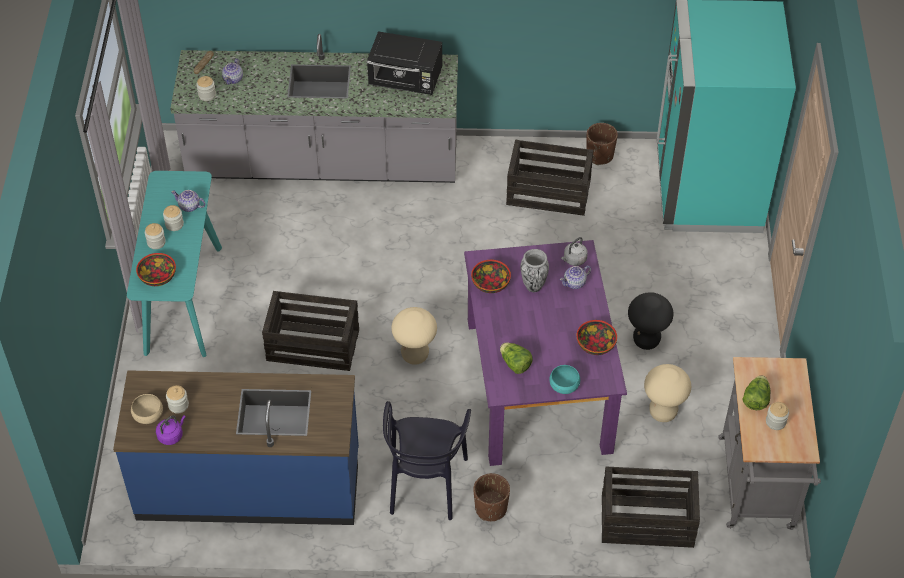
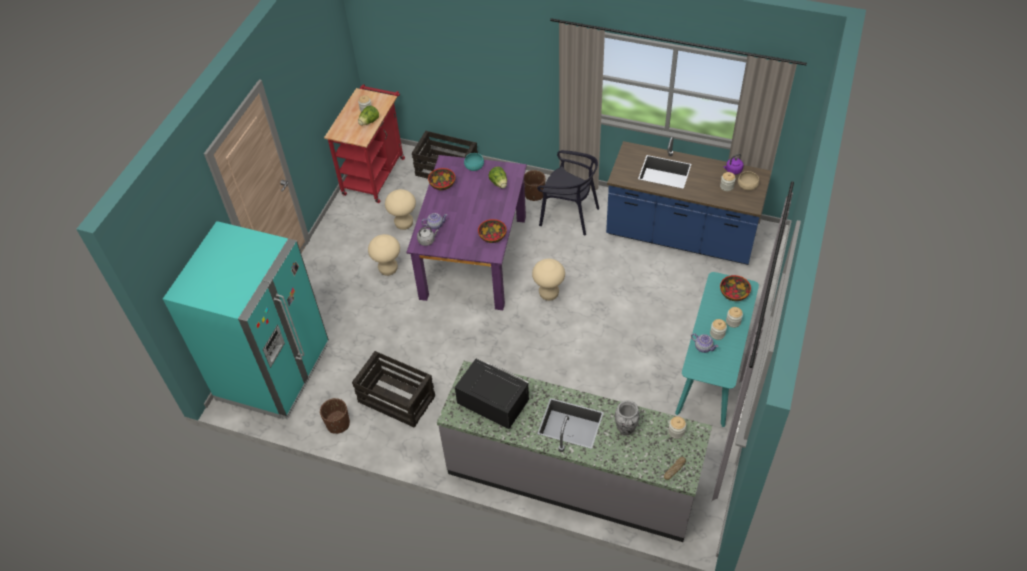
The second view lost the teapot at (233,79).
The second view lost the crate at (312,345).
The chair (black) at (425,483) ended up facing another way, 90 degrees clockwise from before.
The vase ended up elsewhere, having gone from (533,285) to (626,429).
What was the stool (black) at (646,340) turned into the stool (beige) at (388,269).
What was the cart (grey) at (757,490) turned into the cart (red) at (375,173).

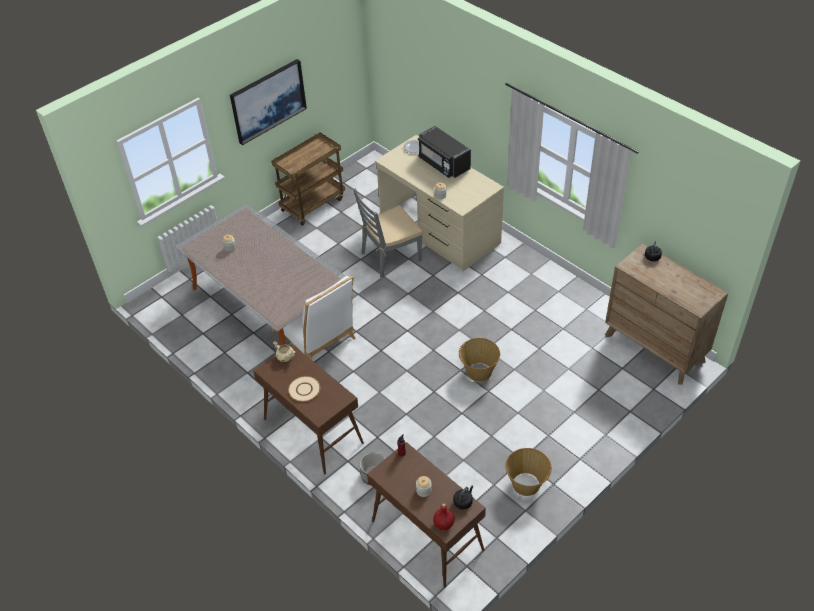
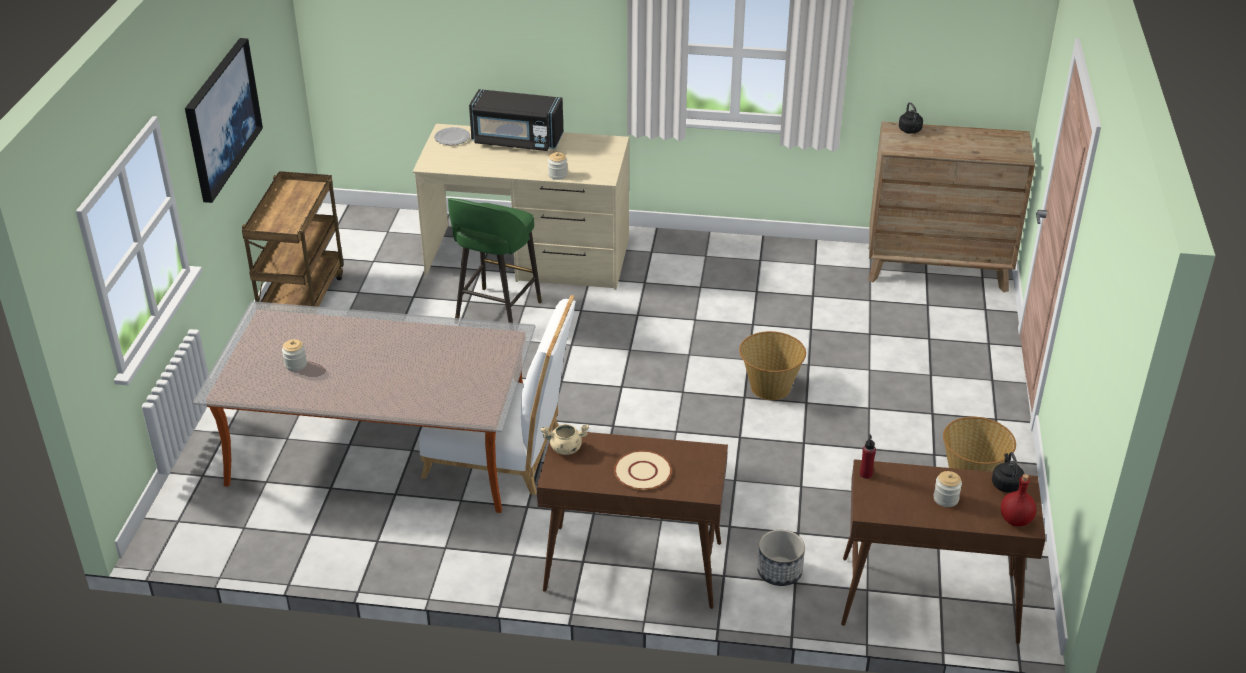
Where the chair (grey) stood at (390,257), the stool (green) came to stand at (496,314).

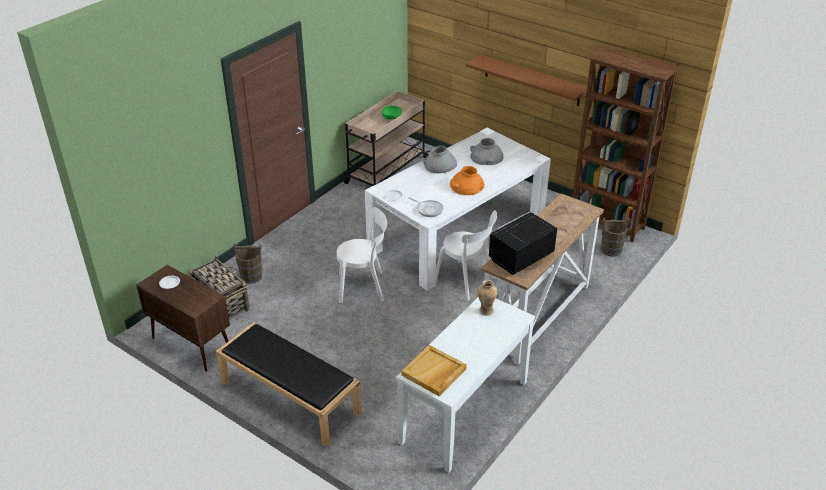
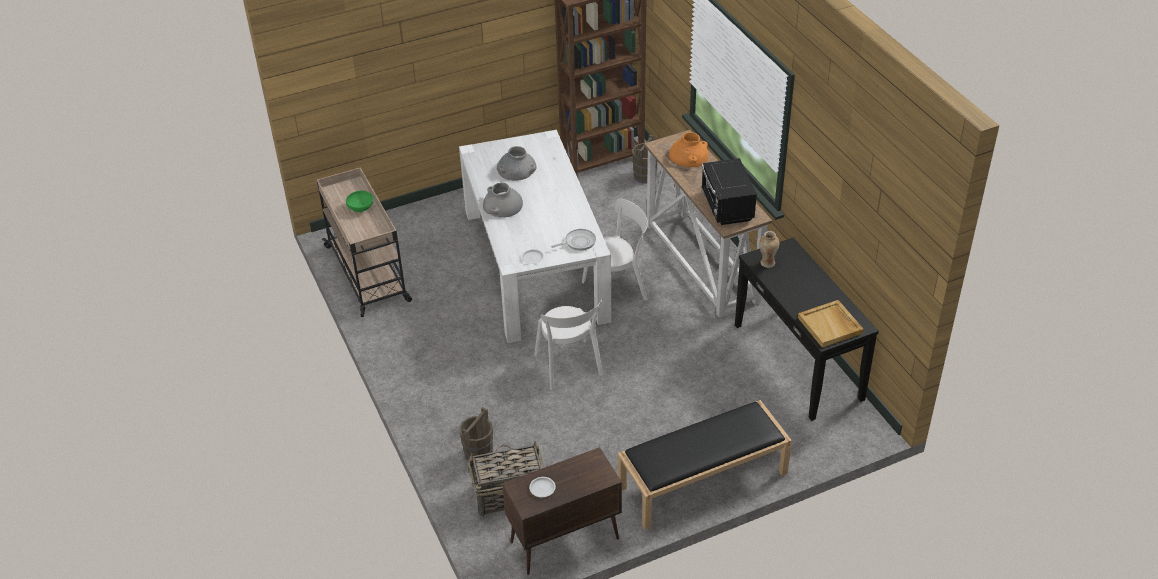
The chair (white) at (364,287) ended up facing another way, 135 degrees clockwise from before.
What was the console table (white) at (465,412) turned into the console table (black) at (798,361).
The vase (orange) ended up elsewhere, having gone from (467,186) to (689,156).
The second view lost the shelf (brown) at (531,80).

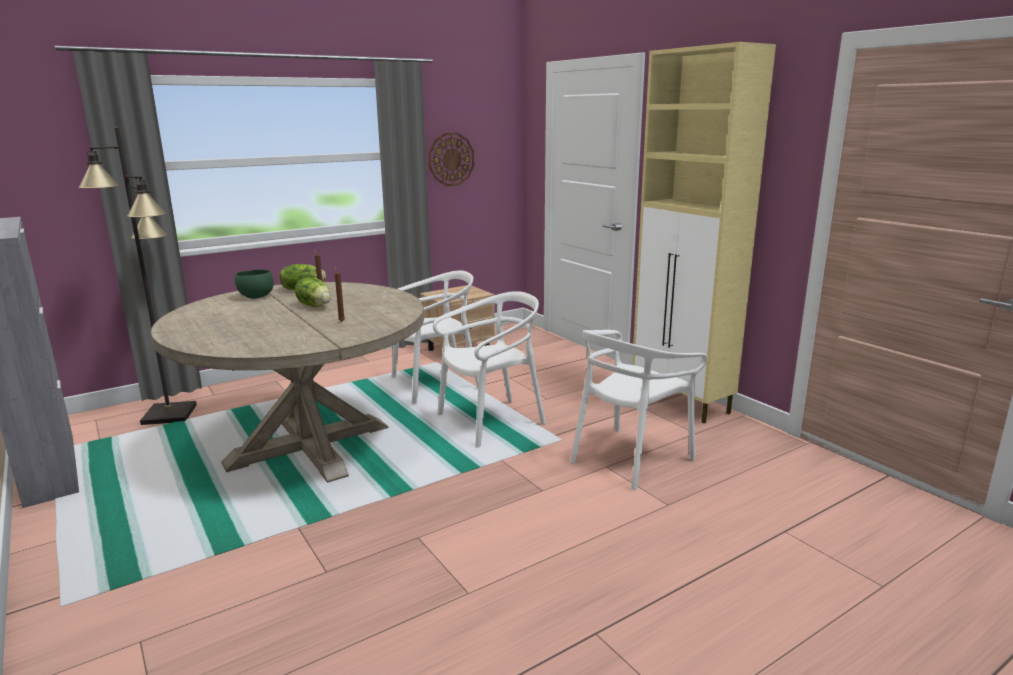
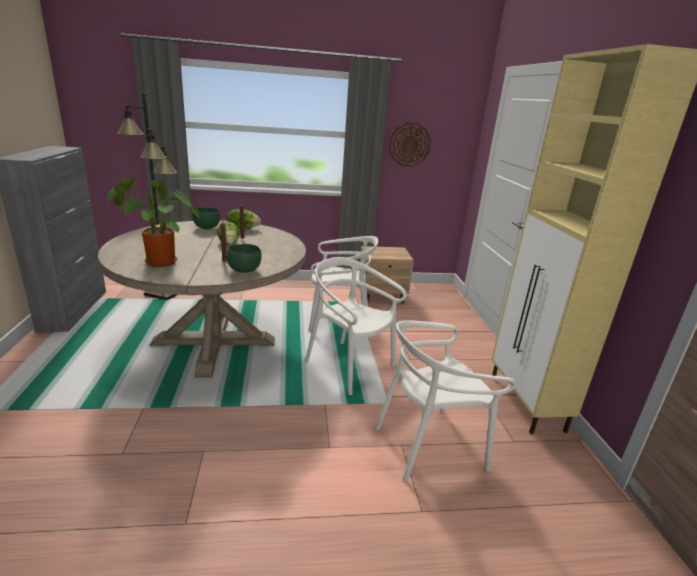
The chair (white) at (491,421) ended up facing another way, 135 degrees counterclockwise from before.
The second view gained the potted plant at (157,262).
The second view gained the bowl (green) at (244,270).

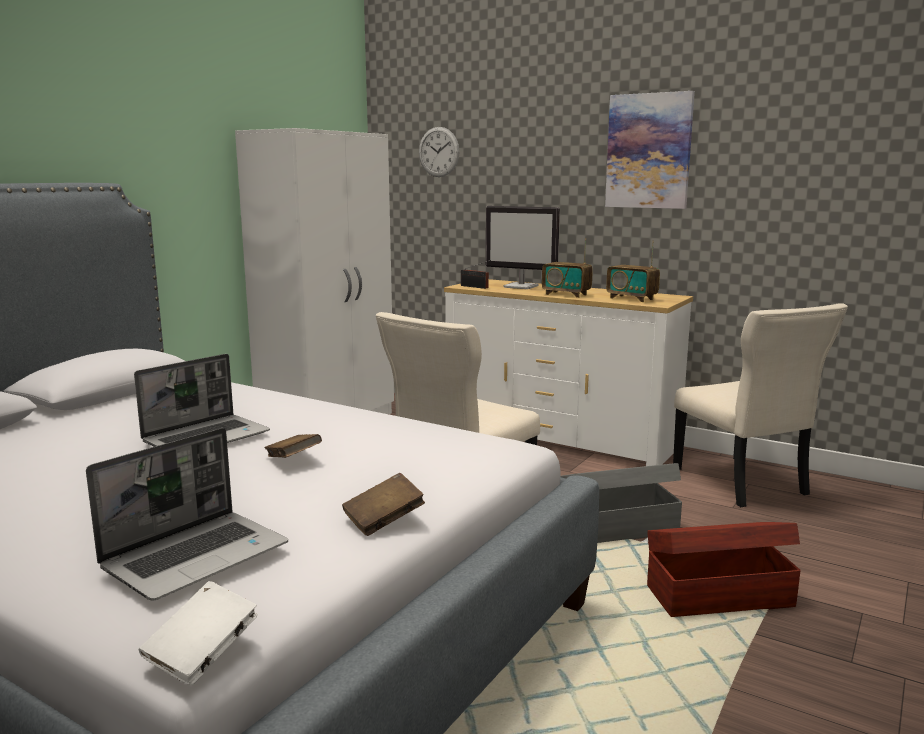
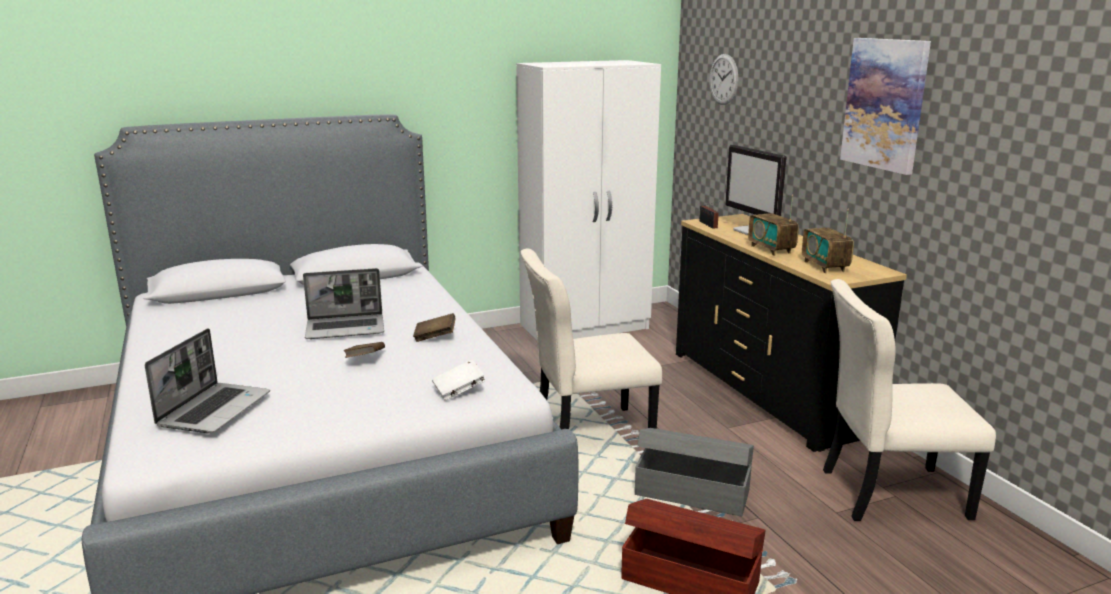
The laptop at (197,556) ended up facing another way, 60 degrees counterclockwise from before.
The book (white) ended up elsewhere, having gone from (202,654) to (458,391).
The book (brown) ended up elsewhere, having gone from (384,521) to (435,337).
What was the dresser (white) at (559,437) turned into the dresser (black) at (768,391).
The chair (beige) at (742,483) ended up facing another way, 75 degrees clockwise from before.

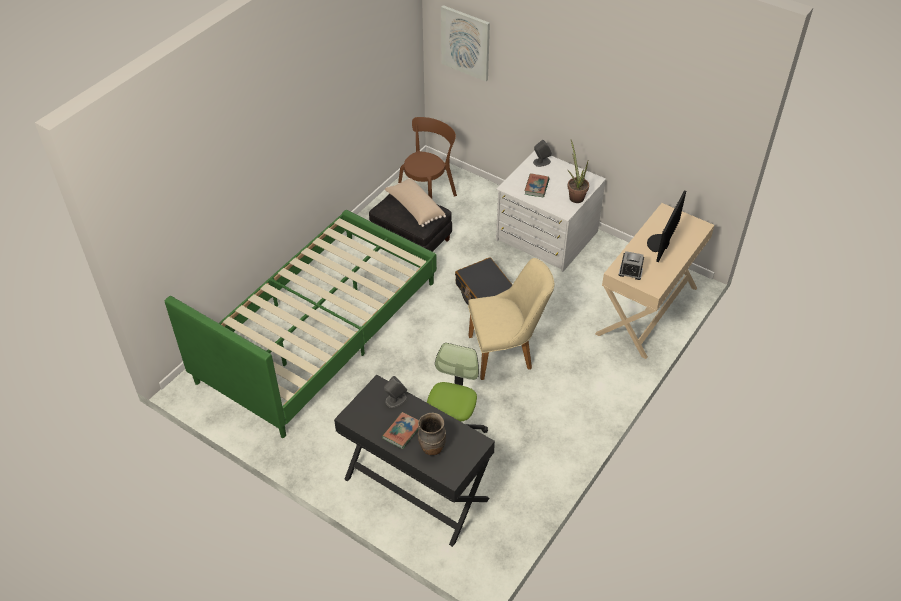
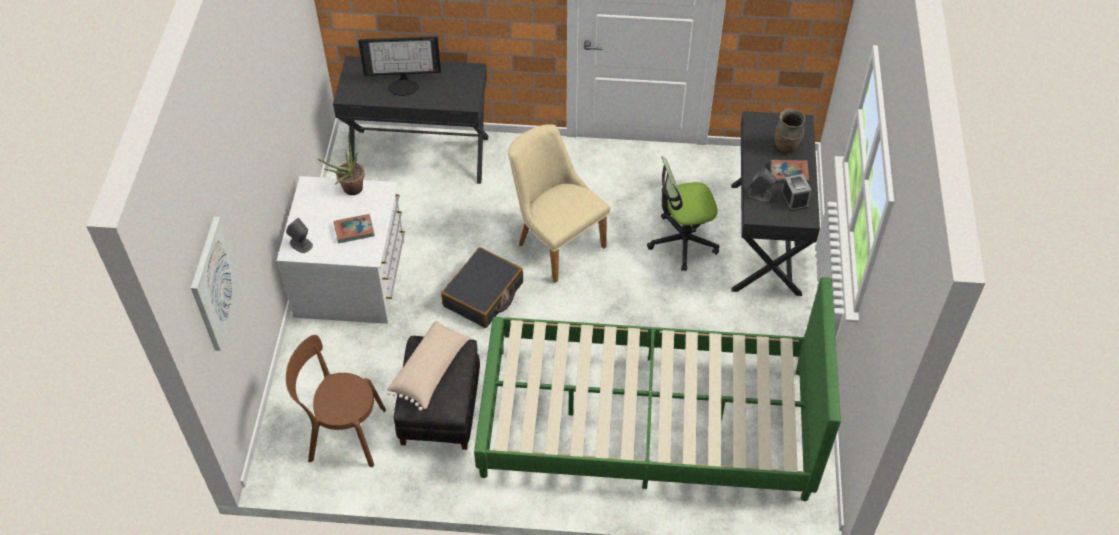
What was the desk (beige) at (647,311) turned into the desk (black) at (420,155).
The alarm clock ended up elsewhere, having gone from (630,272) to (794,199).

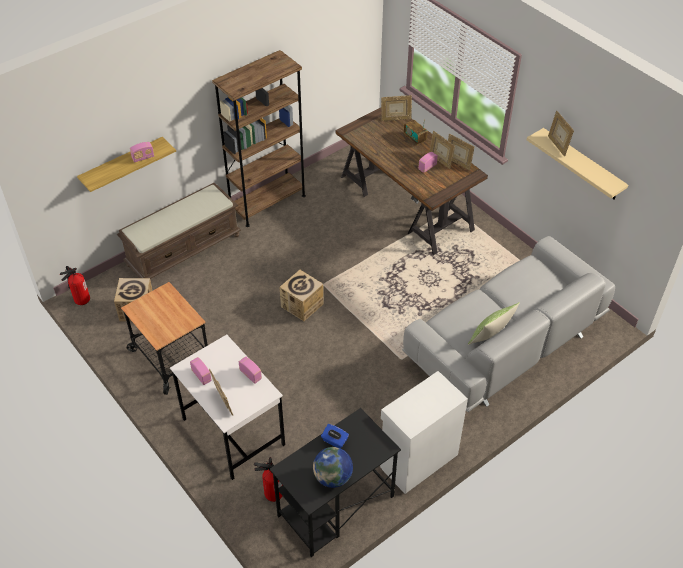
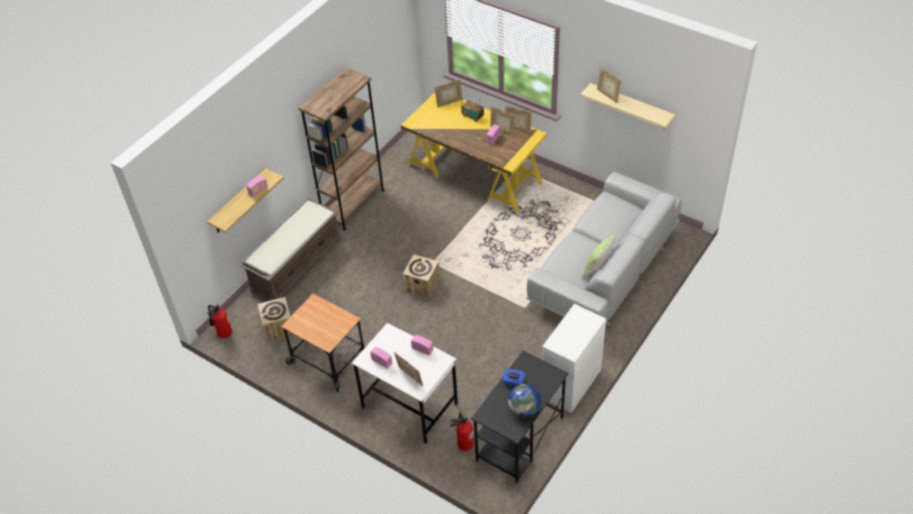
What was the desk (brown) at (406,203) turned into the desk (yellow) at (475,174).

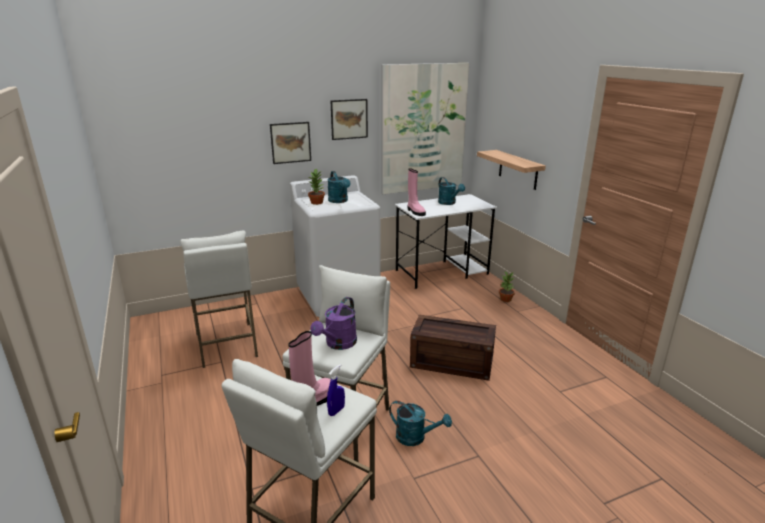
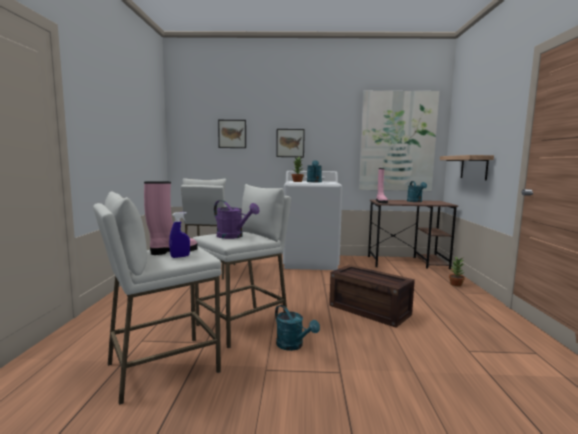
The watering can (purple) at (338,344) ended up facing another way, 105 degrees counterclockwise from before.
The picture ended up elsewhere, having gone from (349,119) to (232,134).
What was the desk (white) at (442,272) turned into the desk (brown) at (407,262).

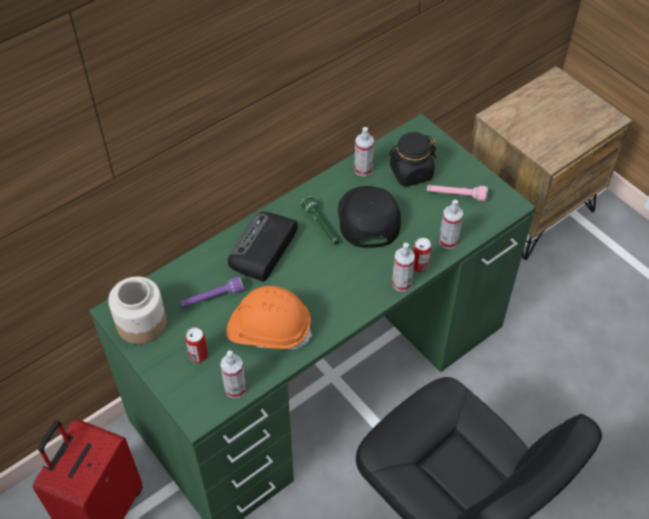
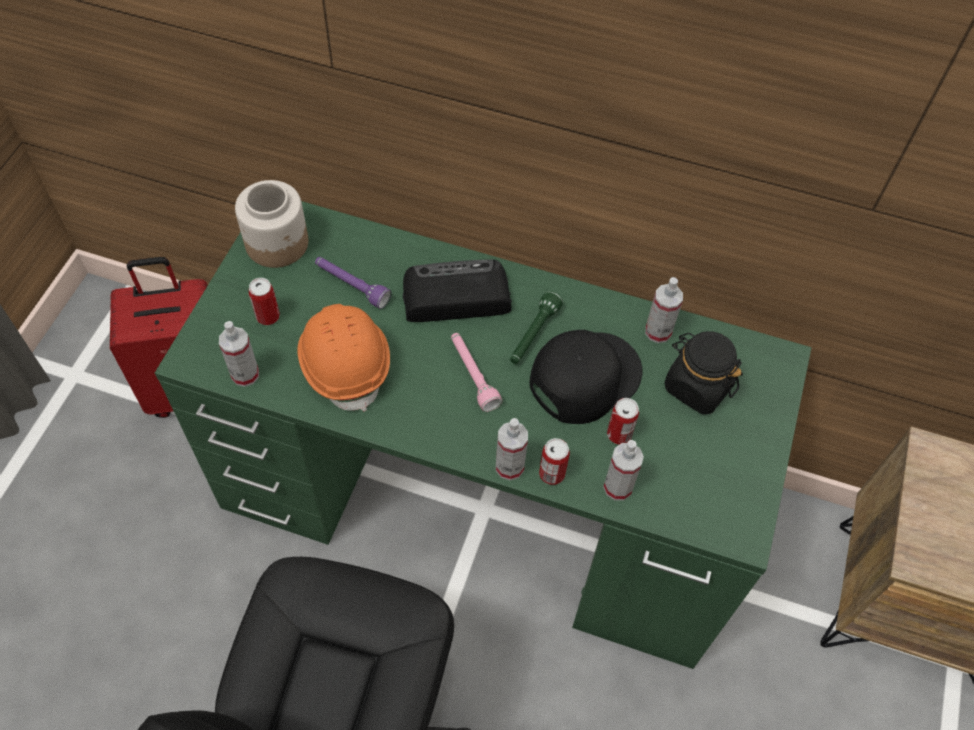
The flashlight (pink) ended up elsewhere, having gone from (456,195) to (473,375).
The second view gained the can at (619,434).

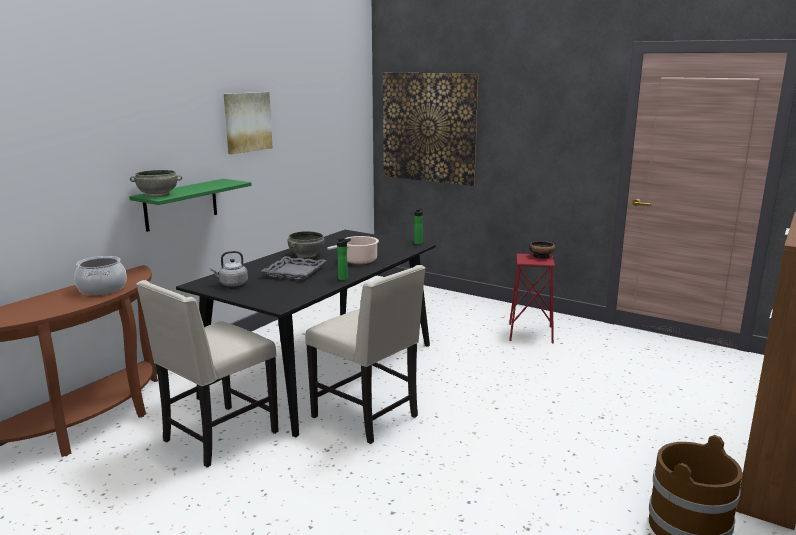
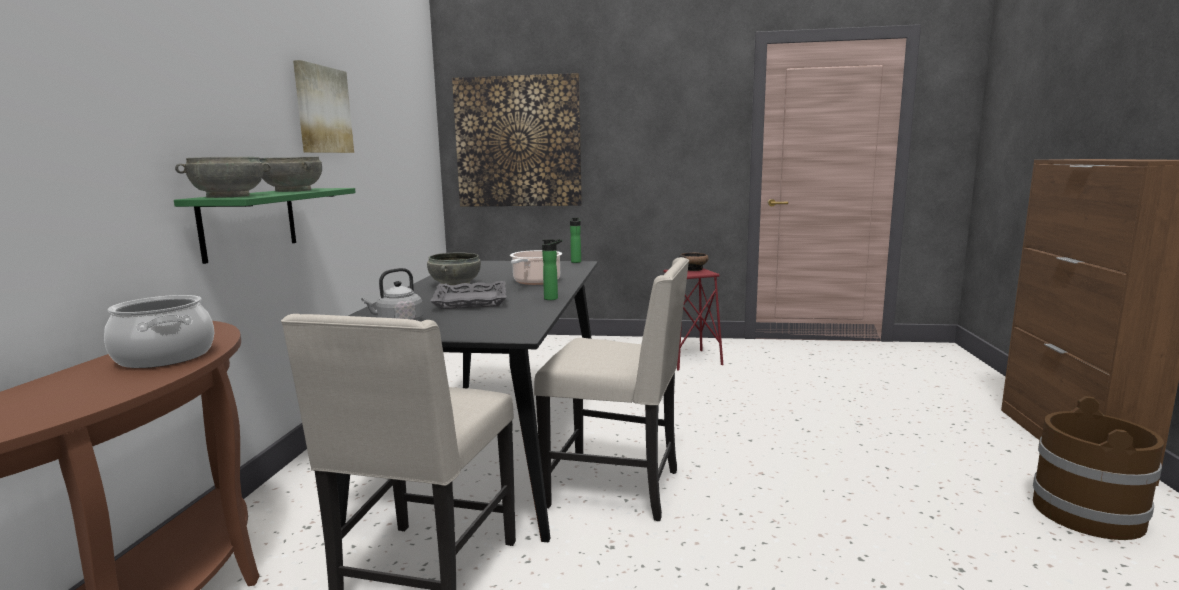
The second view gained the bowl (grey) at (294,190).

